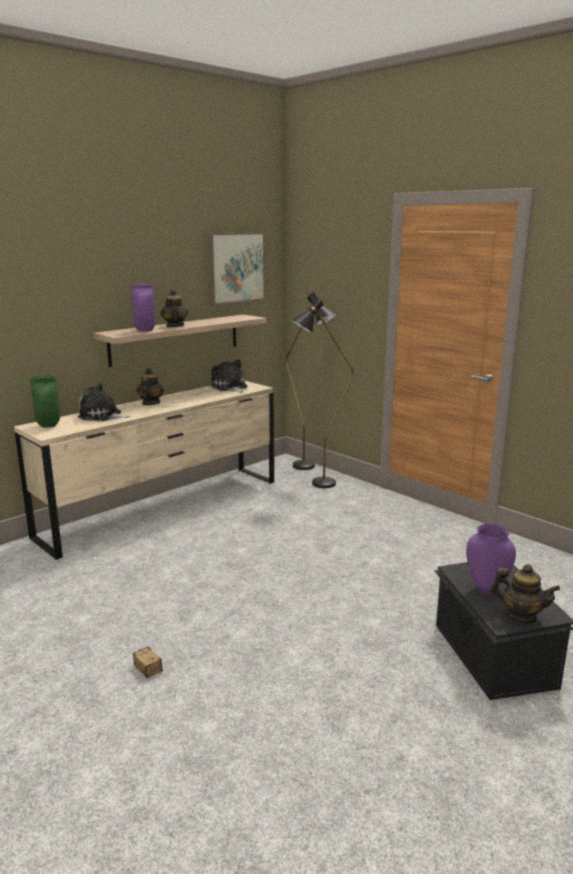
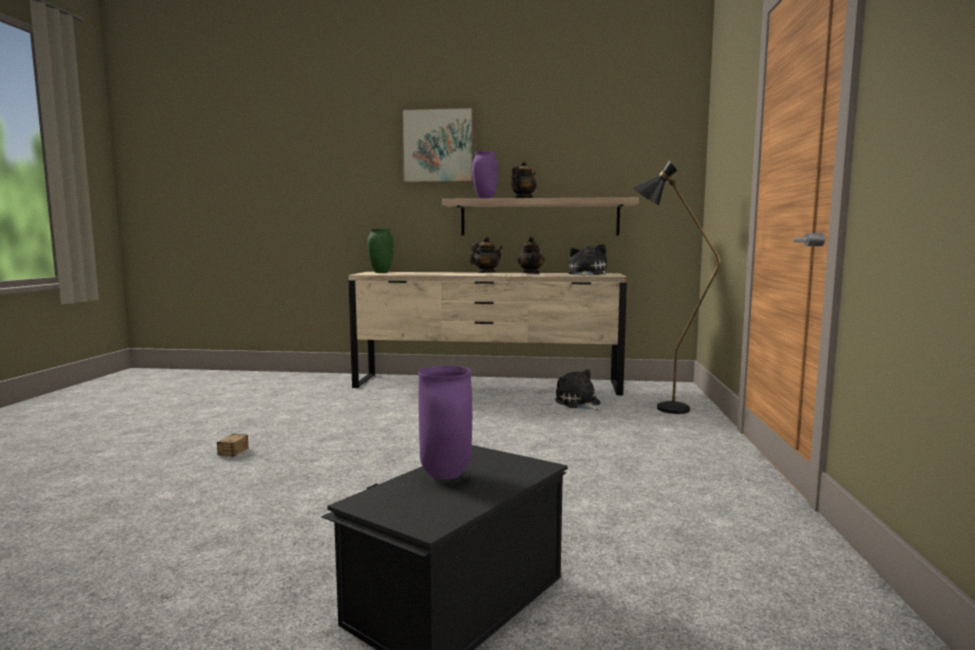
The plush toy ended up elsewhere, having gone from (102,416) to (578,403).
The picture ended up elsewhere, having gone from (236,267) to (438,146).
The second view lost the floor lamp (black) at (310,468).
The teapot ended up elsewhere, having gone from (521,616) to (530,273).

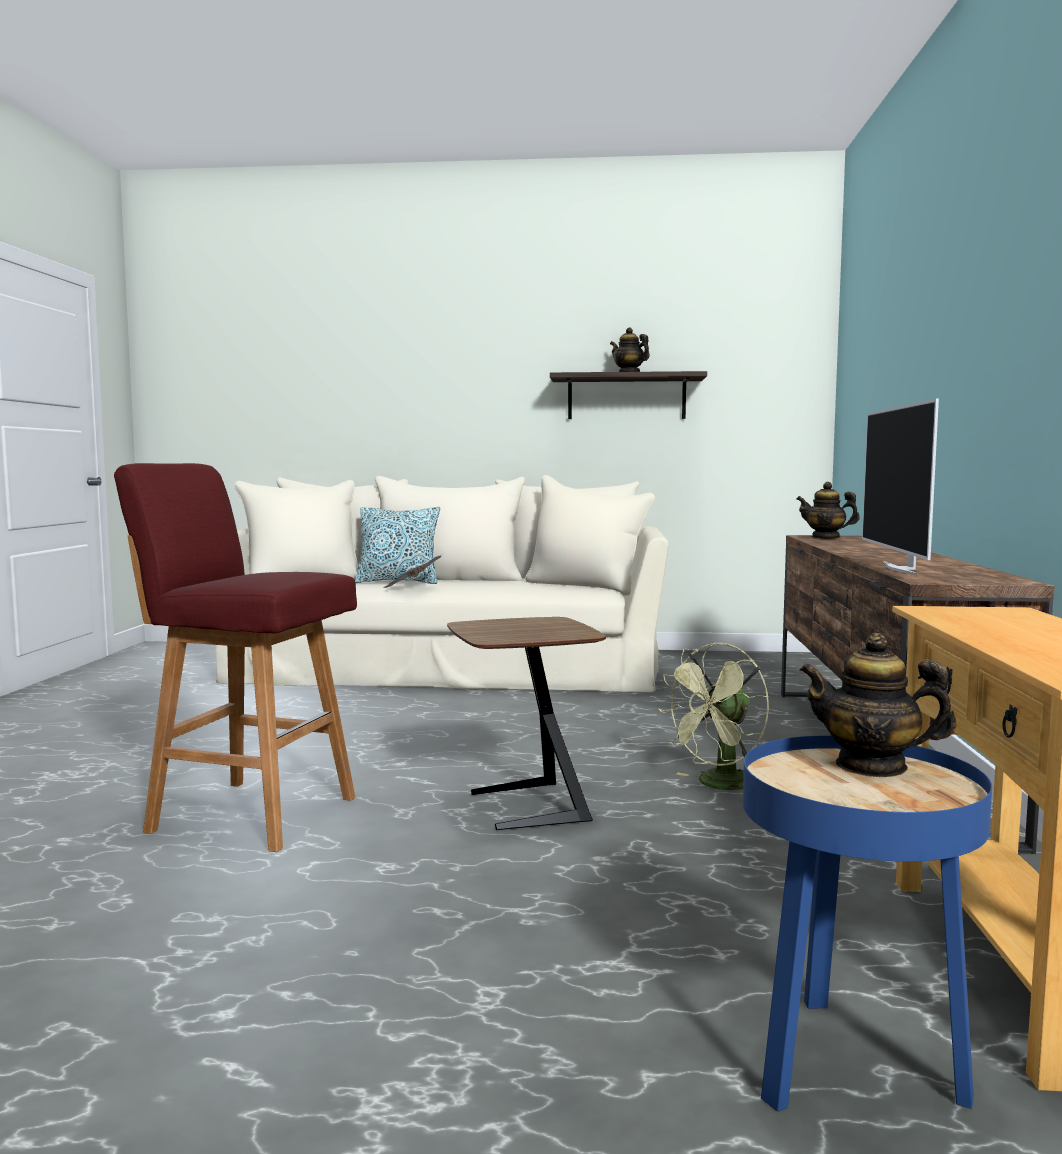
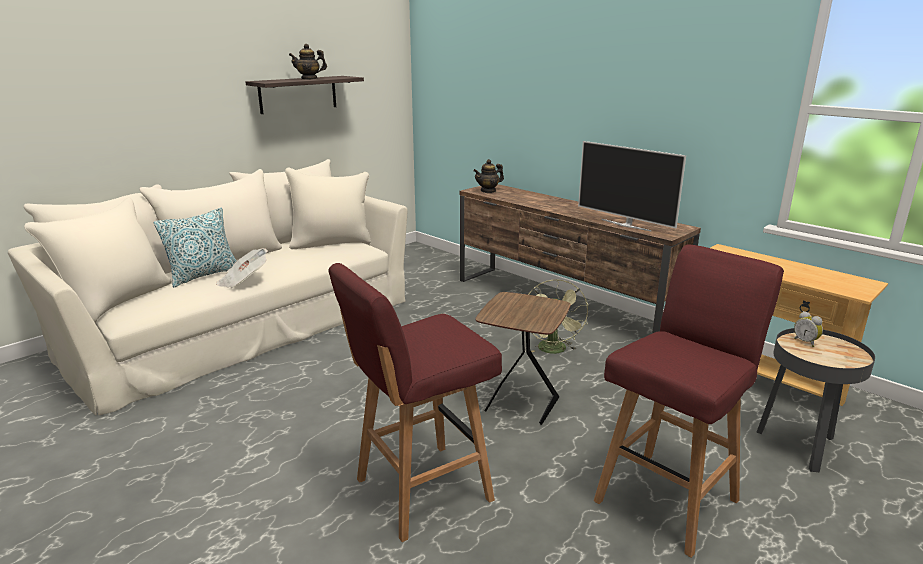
What was the side table (blue) at (850,1066) turned into the side table (black) at (800,446).
Where the teapot stood at (871,766), the alarm clock came to stand at (806,342).
The second view gained the stool (red) at (669,499).

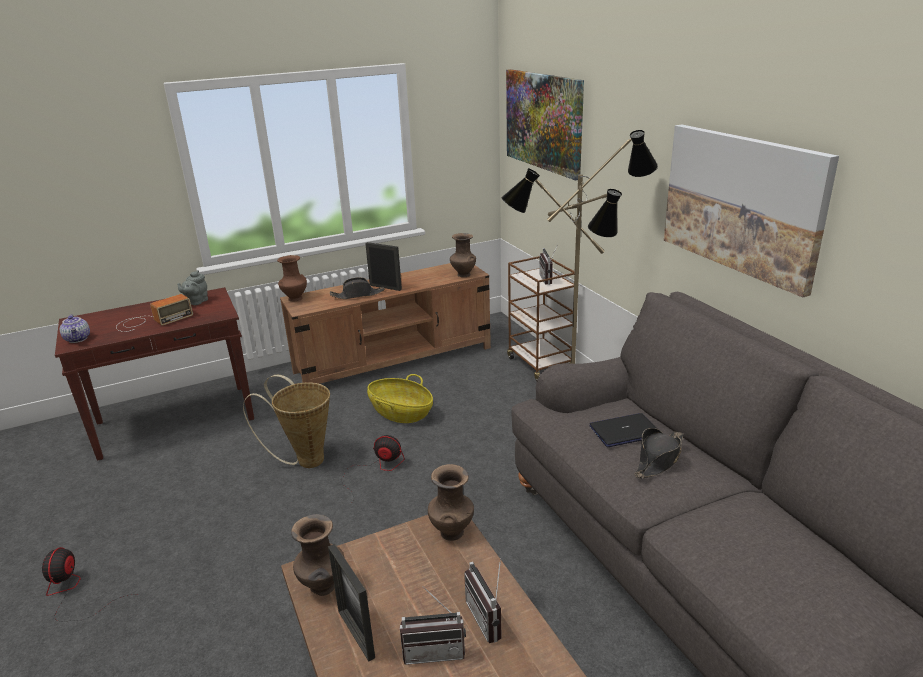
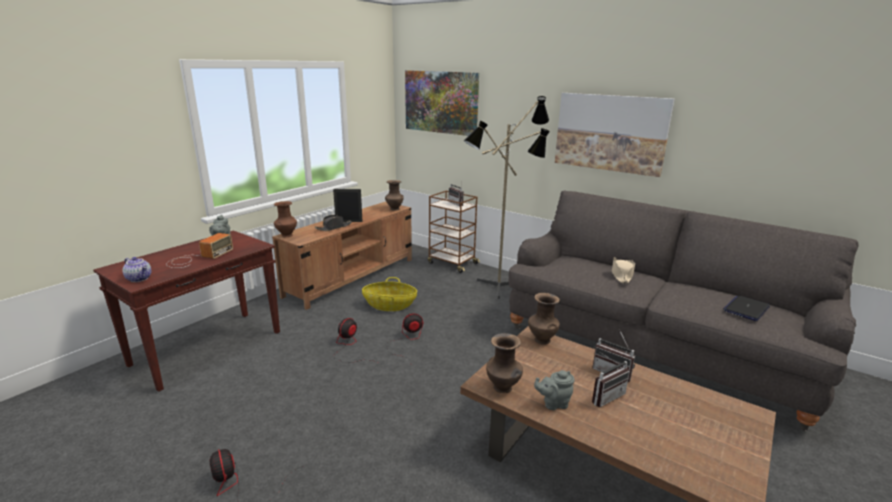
Where the basket stood at (305,459), the fan came to stand at (349,347).
Where the picture frame stood at (356,634), the teapot (grey) came to stand at (553,403).
The laptop ended up elsewhere, having gone from (624,431) to (746,309).
What was the hat (black) at (658,459) turned into the hat (beige) at (621,275).

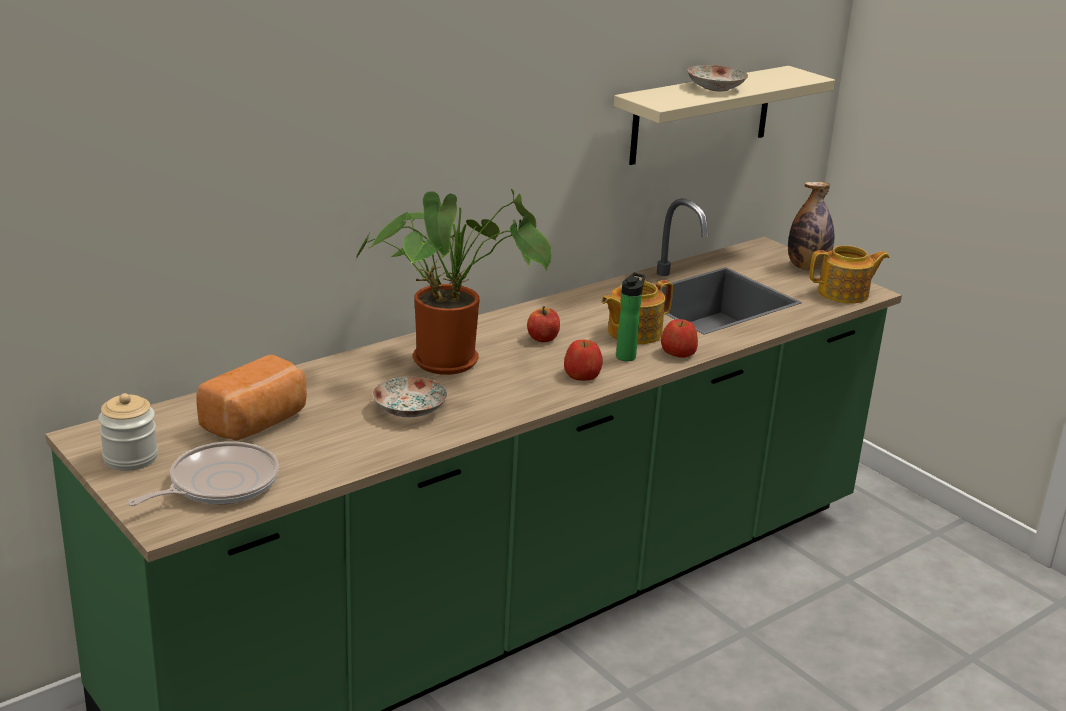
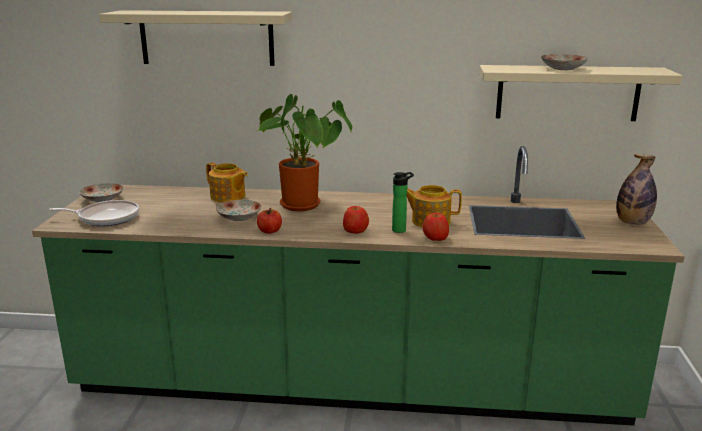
Where the jar stood at (130,458), the plate came to stand at (102,199).
The second view lost the bread at (258,423).
The apple ended up elsewhere, having gone from (543,338) to (269,231).
The teapot ended up elsewhere, having gone from (844,294) to (228,197).
The second view gained the shelf (beige) at (206,38).

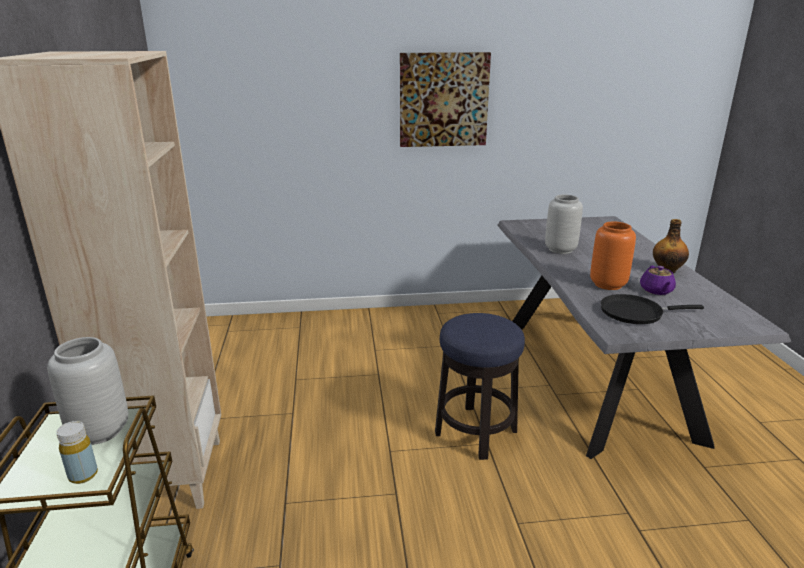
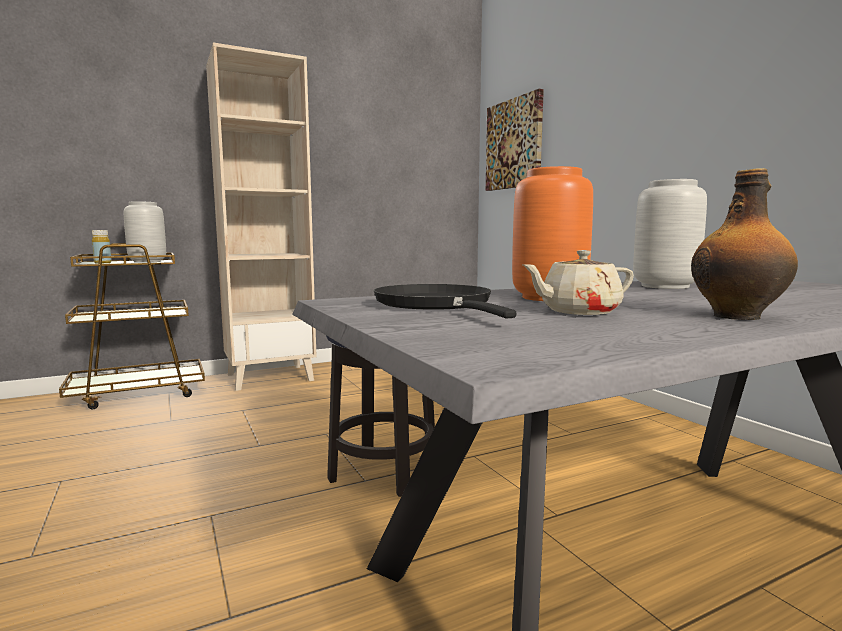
The picture ended up elsewhere, having gone from (443,100) to (514,144).
What was the teapot (purple) at (656,290) turned into the teapot (beige) at (578,312).

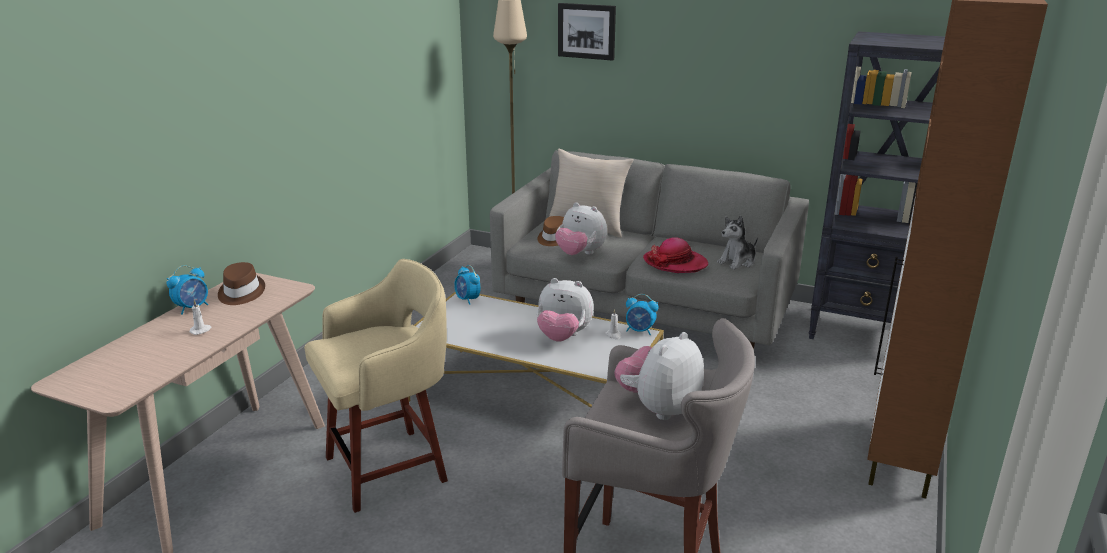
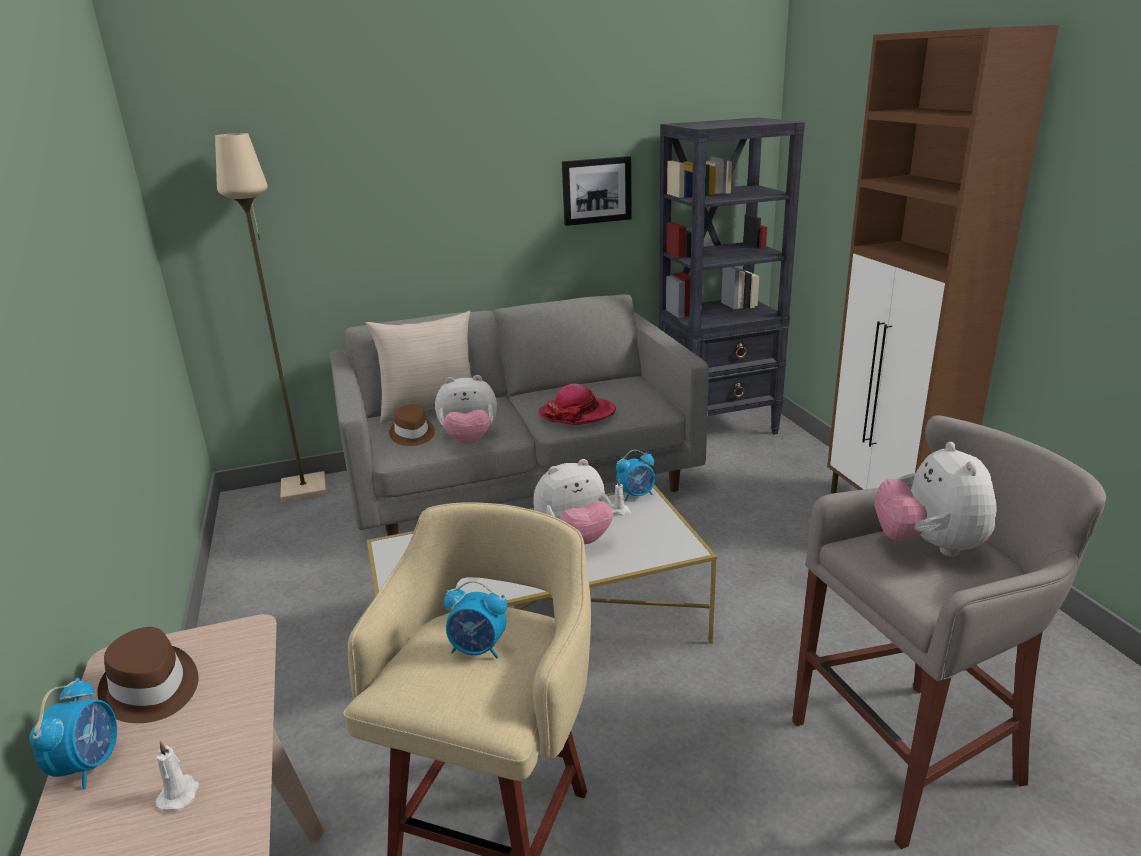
The alarm clock ended up elsewhere, having gone from (467,299) to (478,649).
The picture ended up elsewhere, having gone from (587,31) to (596,190).
The second view lost the plush toy at (737,262).

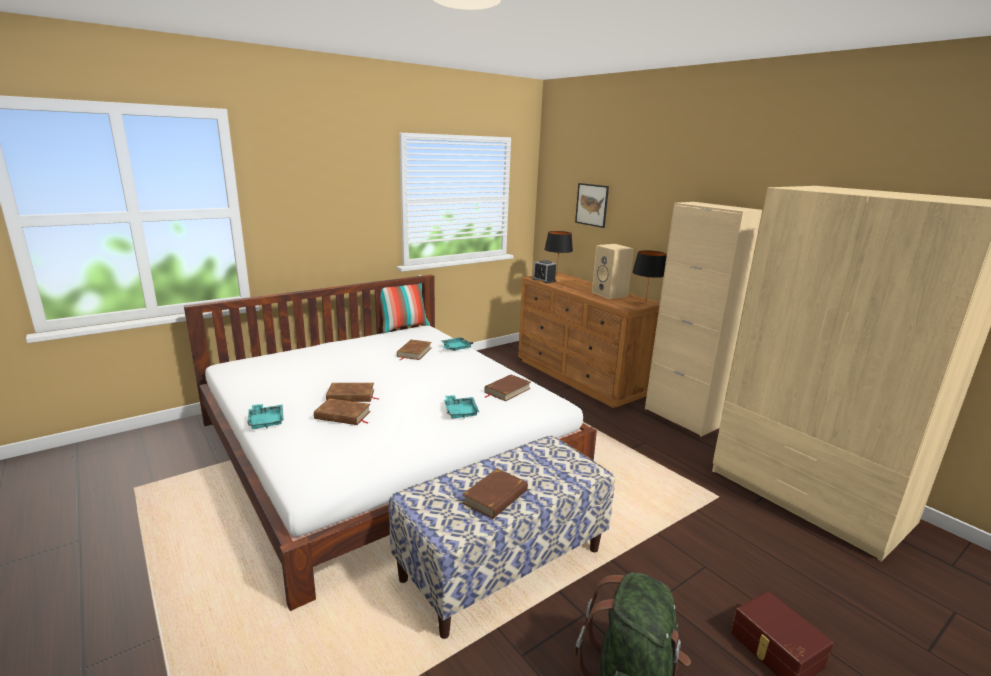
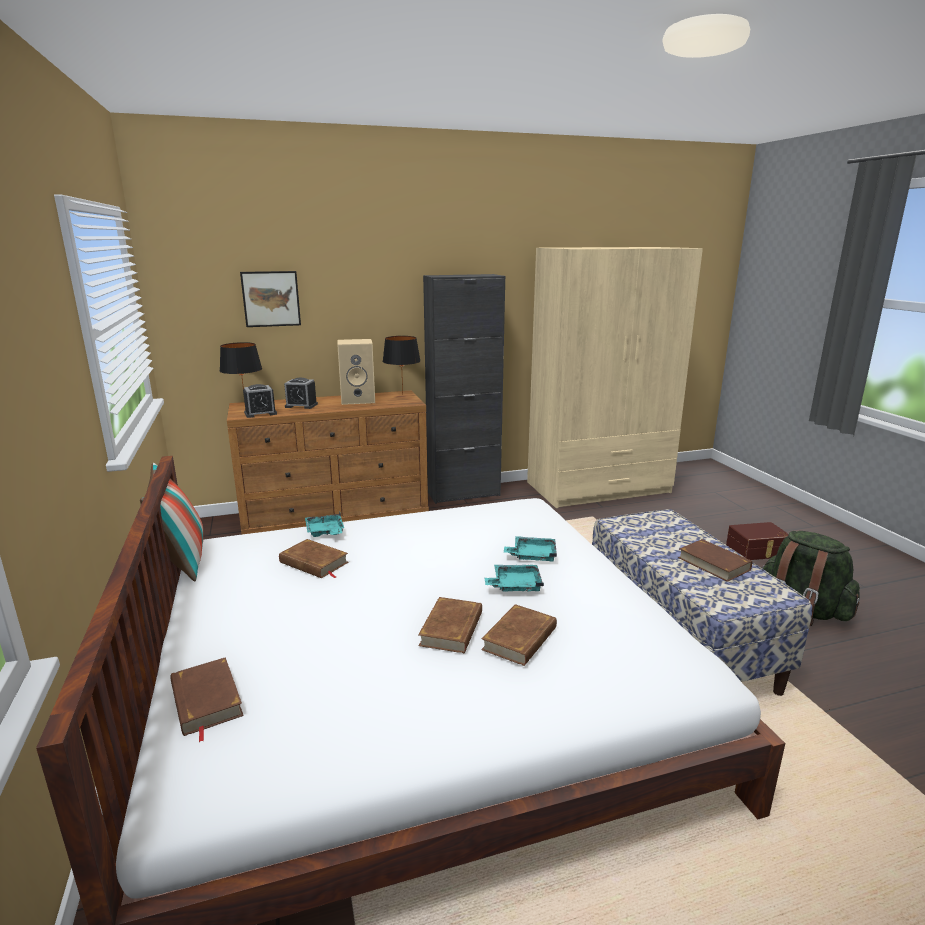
The tray (turquoise) ended up elsewhere, having gone from (266,421) to (515,585).
The book (brown) ended up elsewhere, having gone from (507,390) to (206,701).
What was the cabinet (beige) at (680,418) turned into the cabinet (black) at (463,494).
The second view gained the alarm clock at (301,405).

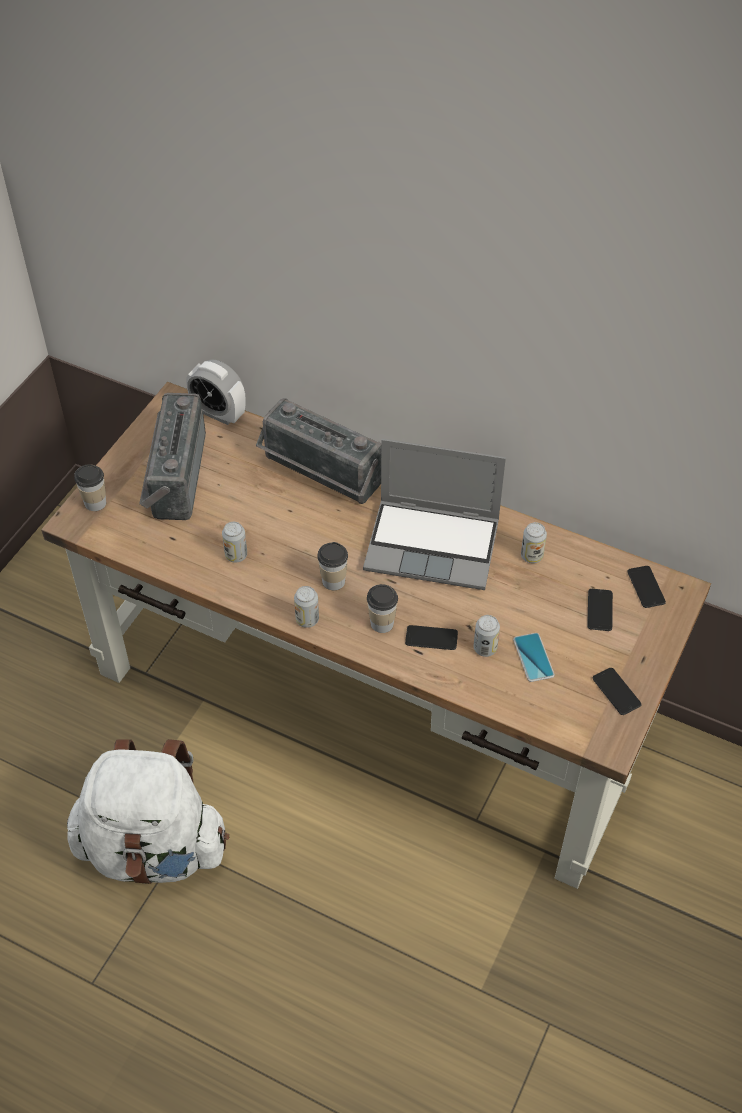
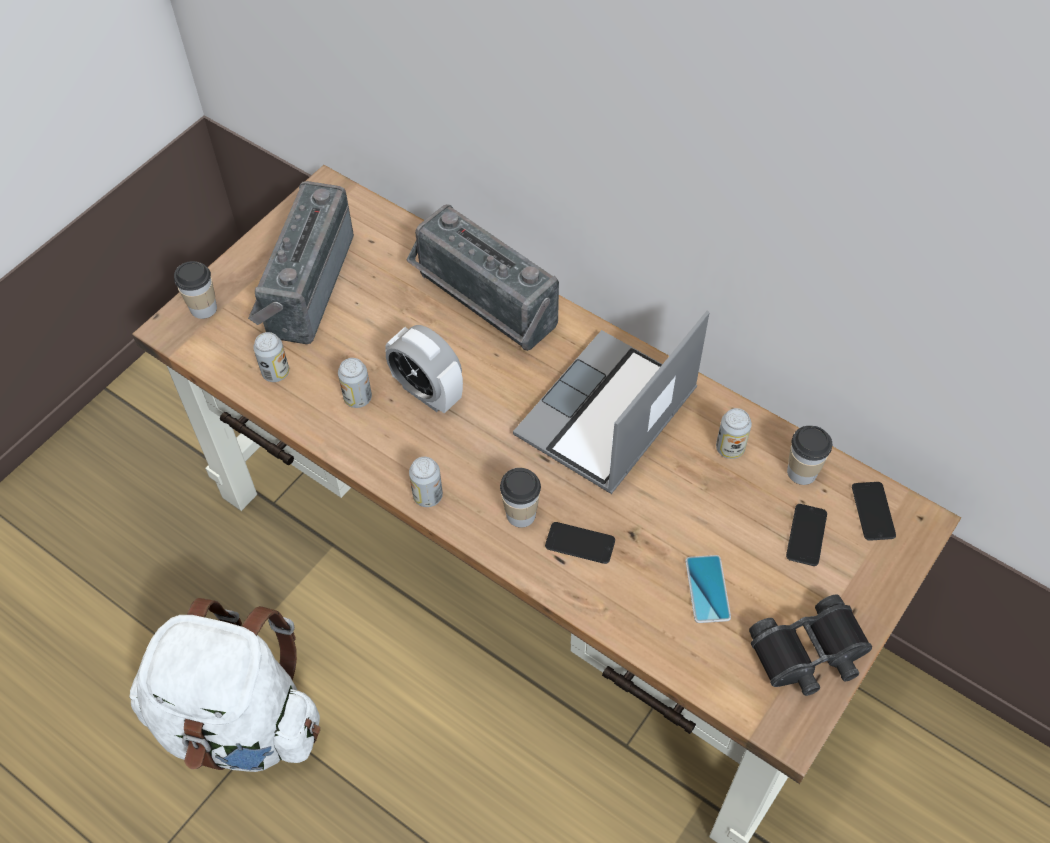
The alarm clock ended up elsewhere, having gone from (218,413) to (427,392).
The cup ended up elsewhere, having gone from (333,581) to (801,472).
The laptop at (434,545) ended up facing another way, 105 degrees clockwise from before.
The can ended up elsewhere, having gone from (485,648) to (275,372).
Where the phone stood at (616,692), the binoculars (black) came to stand at (809,653).

